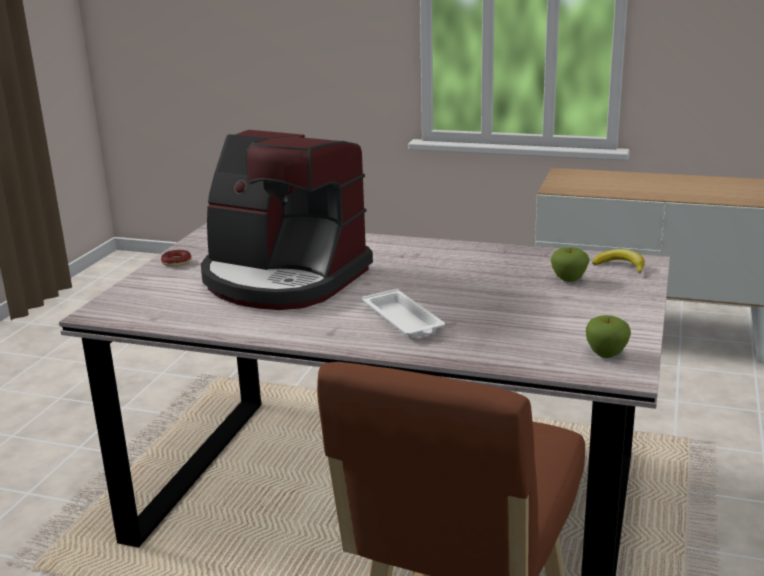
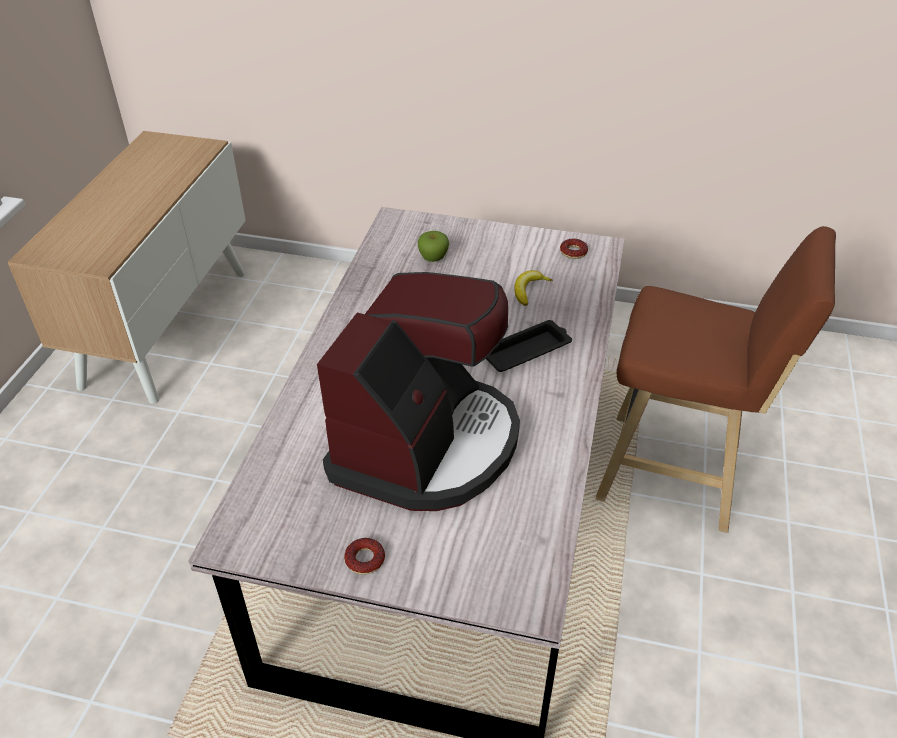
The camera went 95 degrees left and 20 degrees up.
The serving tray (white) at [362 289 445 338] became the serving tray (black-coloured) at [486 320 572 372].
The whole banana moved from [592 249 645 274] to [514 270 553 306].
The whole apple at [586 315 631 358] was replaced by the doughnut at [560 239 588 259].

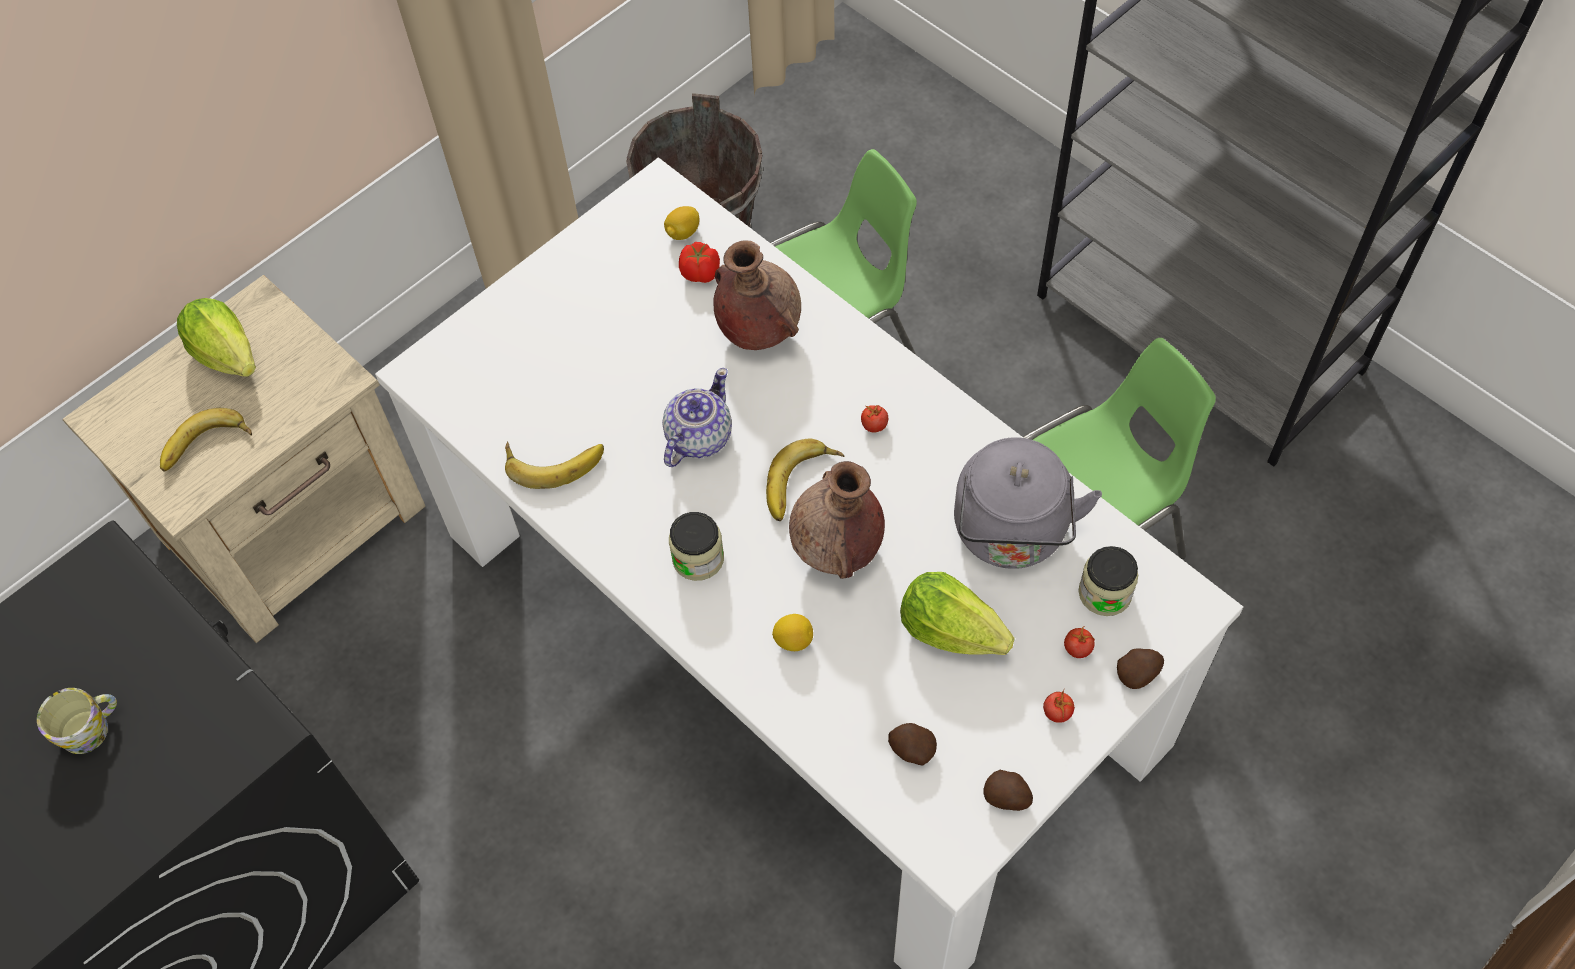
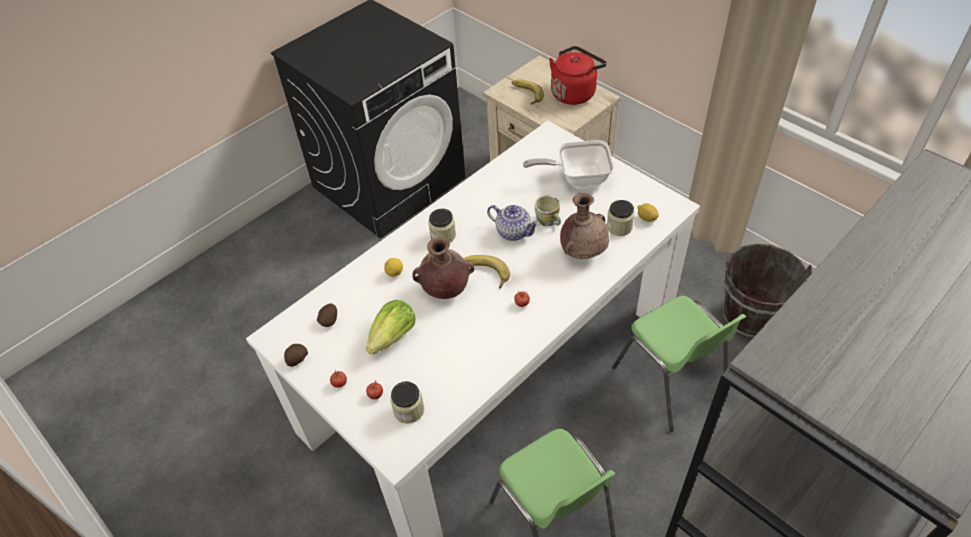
The camera went 90 degrees right and 10 degrees down.
The frying pan at [523 140 614 187] appeared.
The tea mug moved from [37 688 117 754] to [535 195 561 226].
The head of lettuce at [177 298 256 377] was replaced by the kettle (red-coloured) at [549 46 607 105].
The whole tomato at [679 242 720 283] was replaced by the storage jar at [606 200 635 236].
The whole banana at [505 441 604 489] disappeared.
The kettle (greyish) at [954 437 1102 569] disappeared.
The potato at [1117 648 1164 689] disappeared.

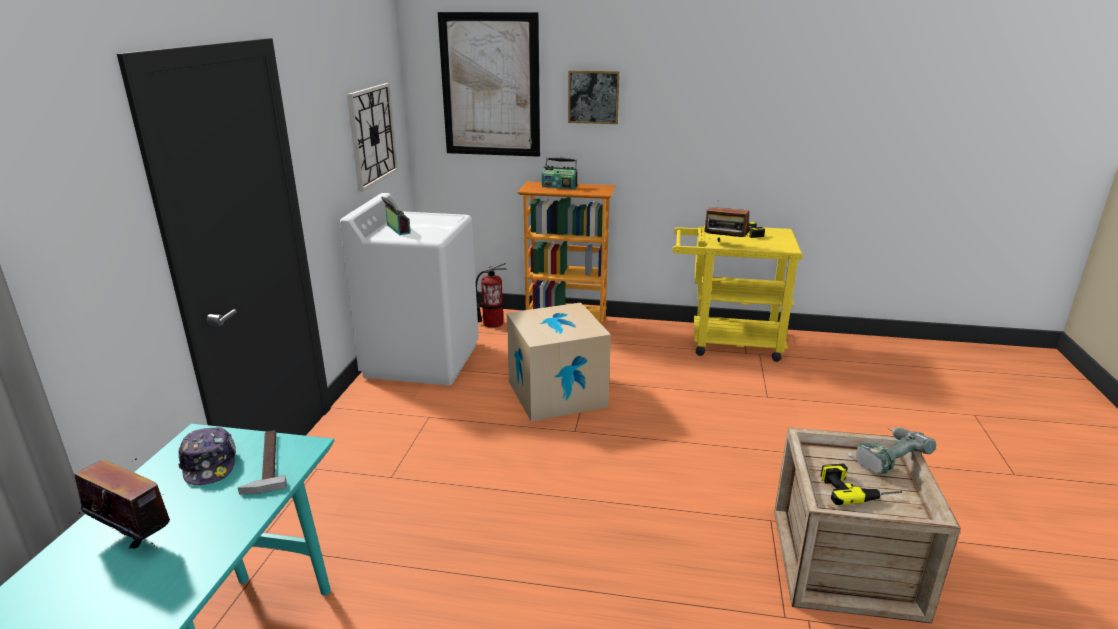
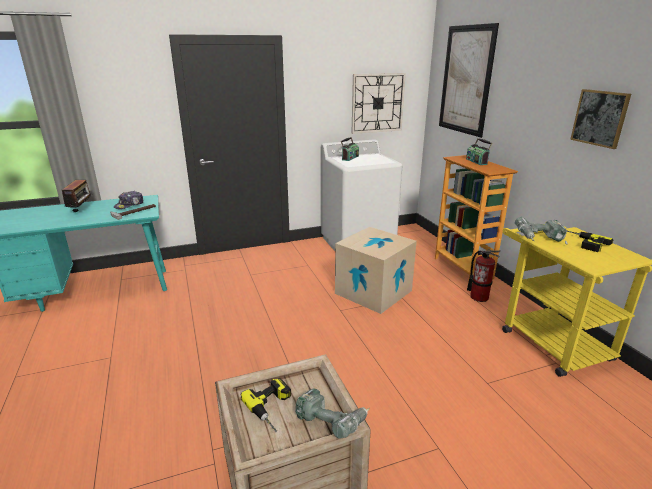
The camera went 60 degrees right and 0 degrees up.
The extinguisher moved from [476 262 507 328] to [467 249 500 302].
The radio at [704 200 750 242] was replaced by the electric drill at [515 217 568 244].
The picture moved from [568 71 620 124] to [570 89 631 149].

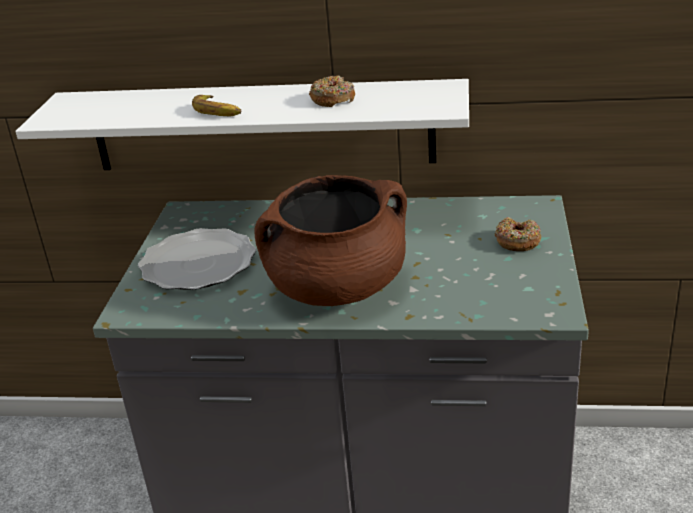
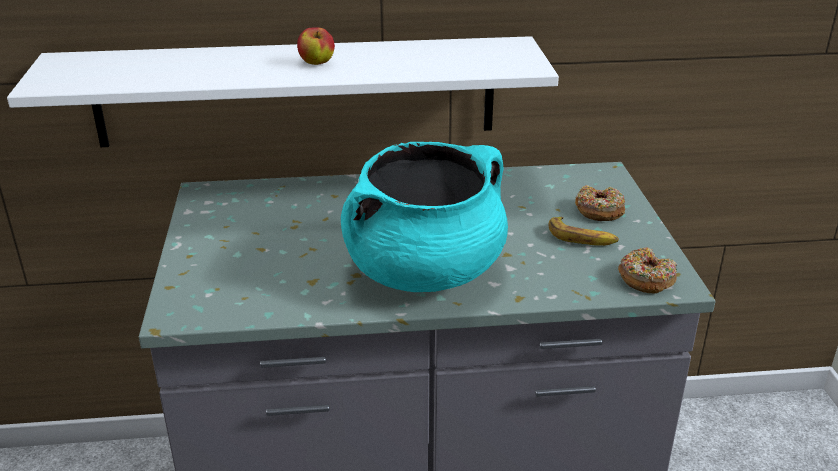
The camera went 15 degrees left and 0 degrees up.
The whole apple at [297 27 335 65] appeared.
The stockpot (brown-coloured) at [255 175 407 306] became the stockpot (blue-green) at [341 142 508 292].
The whole banana moved from [192 95 241 116] to [548 217 619 246].
The doughnut moved from [309 75 355 107] to [618 247 677 293].
The flat dish at [138 228 256 290] disappeared.

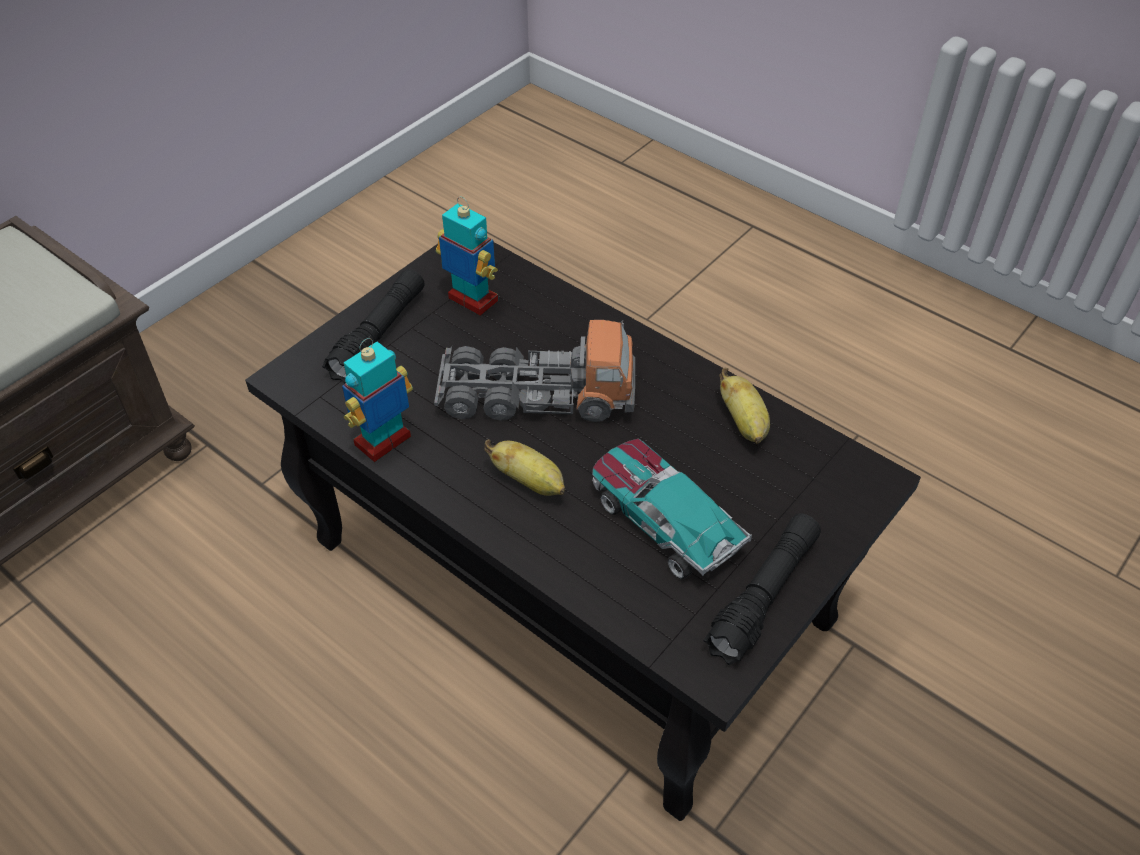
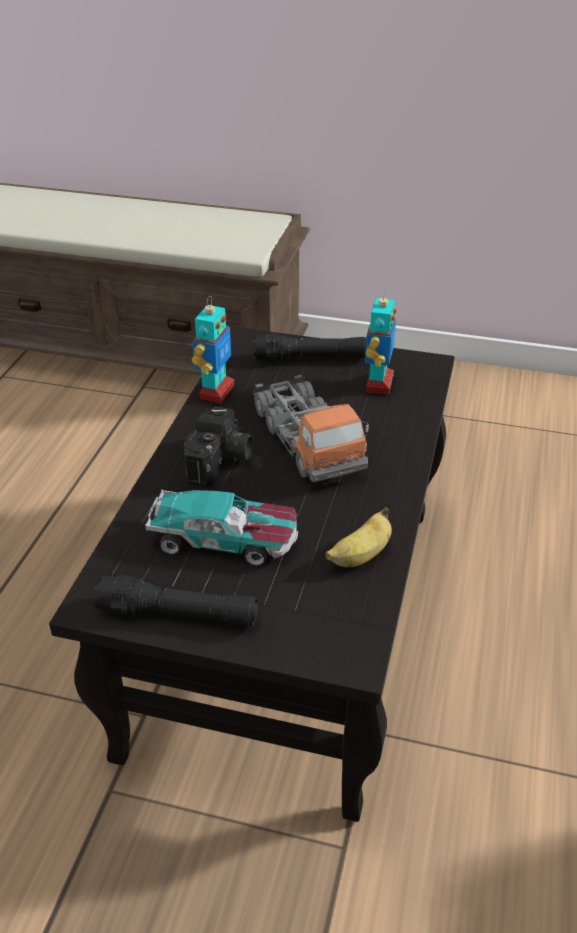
The camera went 65 degrees right and 10 degrees down.
The toy car at [592 439 752 580] turned 75 degrees clockwise.
The whole banana at [485 439 565 496] was replaced by the photo camera at [183 406 253 488].
The model robot at [342 338 413 462] turned 90 degrees clockwise.

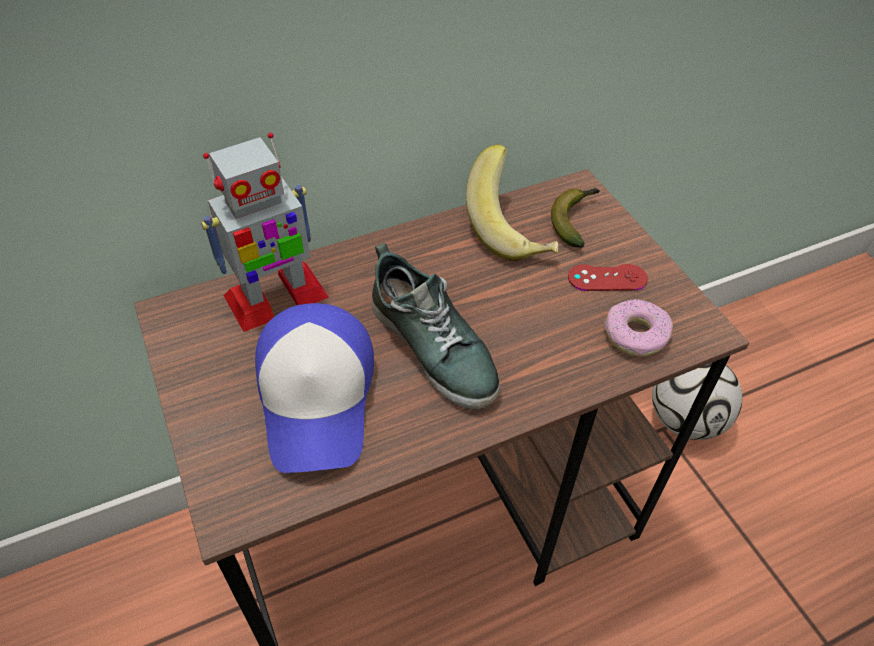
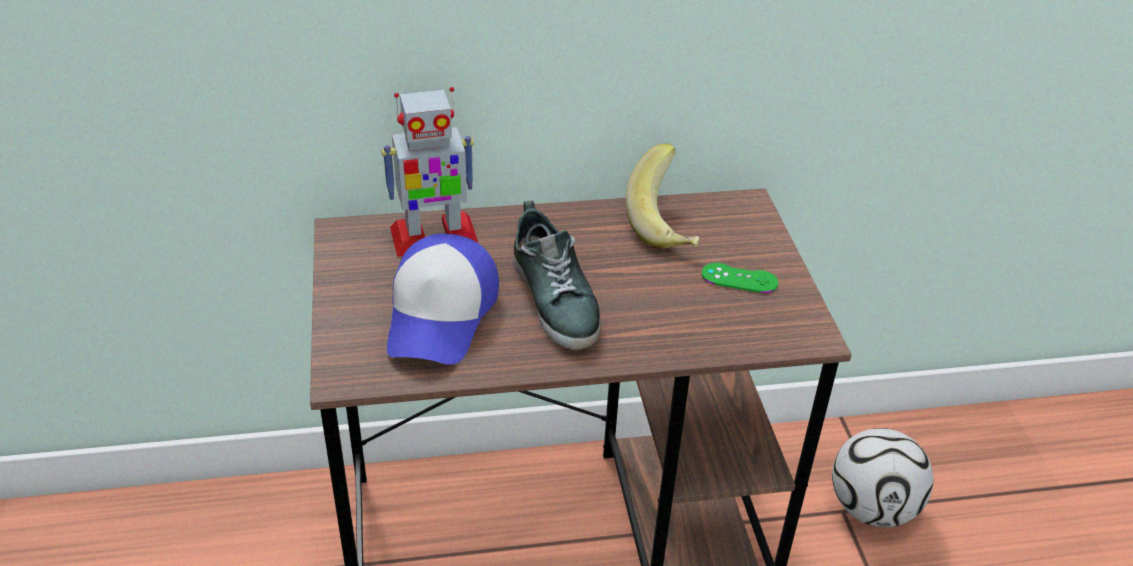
The camera went 15 degrees right and 10 degrees down.
The gamepad (red-coloured) at [568 264 648 291] became the gamepad (green-coloured) at [702 263 778 293].
The whole banana at [551 188 600 248] disappeared.
The doughnut at [604 299 673 357] disappeared.

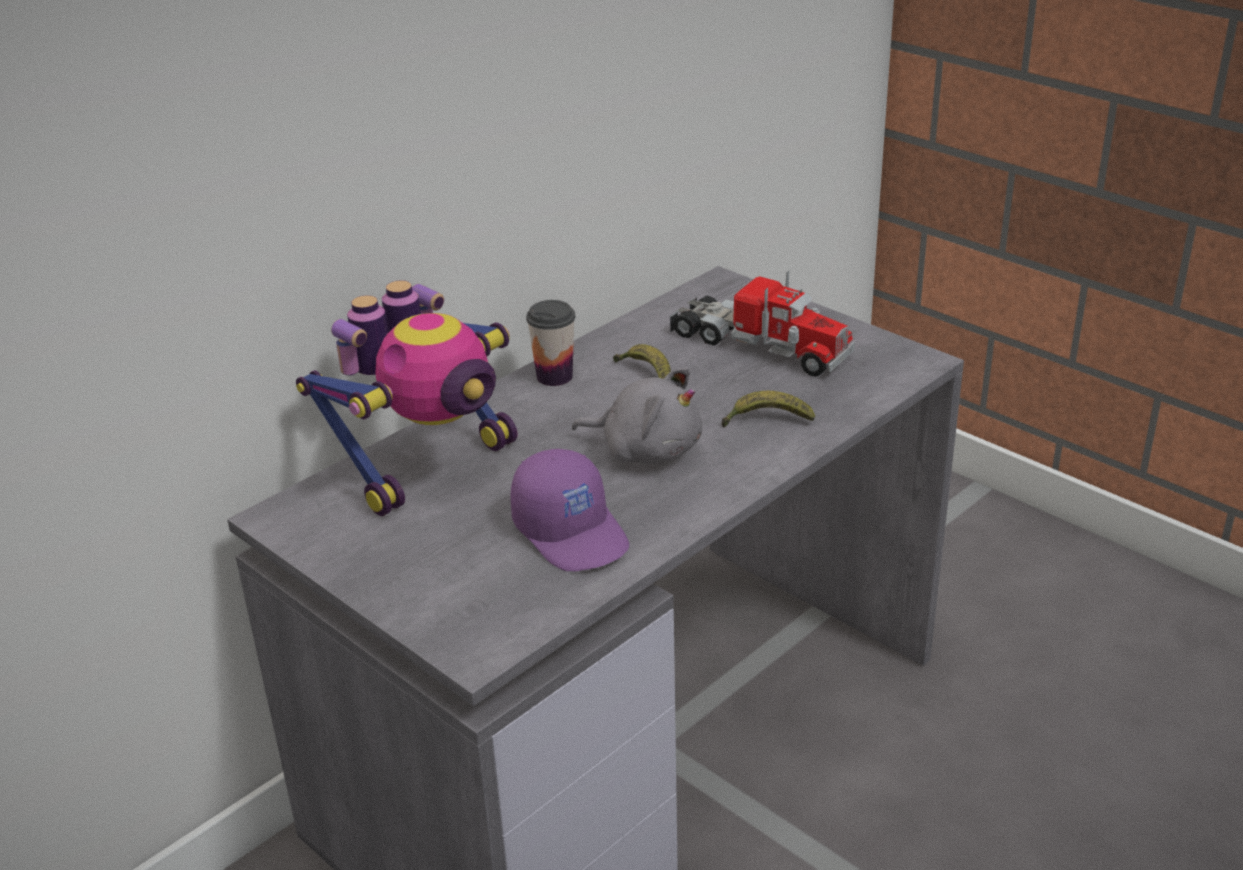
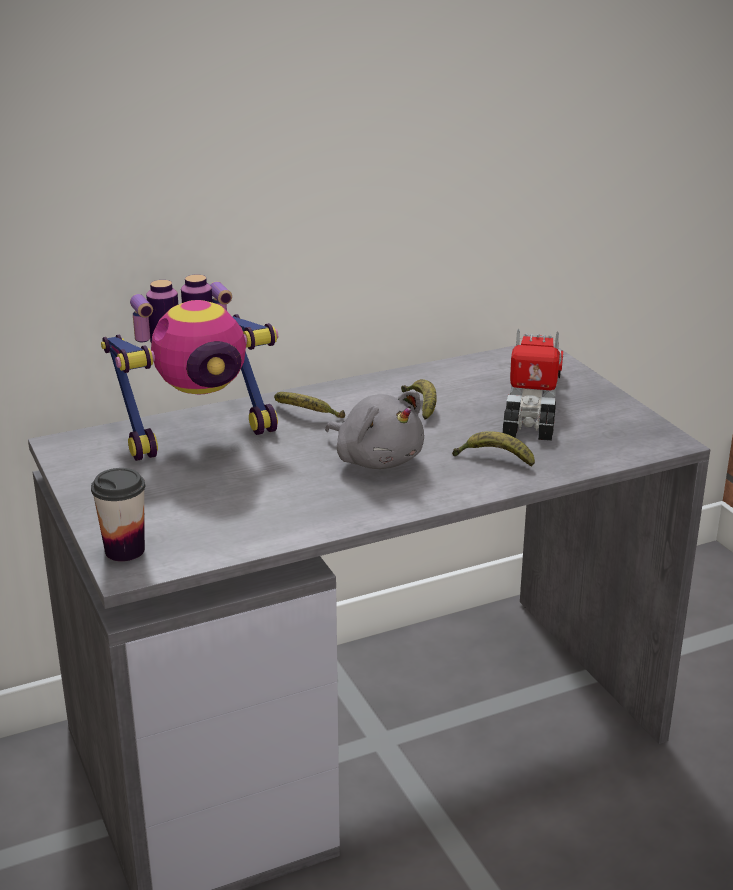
The camera went 20 degrees right and 5 degrees down.
The small cup moved from [526 300 575 386] to [91 468 145 562].
The whole banana at [274 392 345 418] appeared.
The toy lorry at [670 271 855 376] turned 135 degrees counterclockwise.
The baseball cap (purple-coloured) at [510 449 629 571] disappeared.

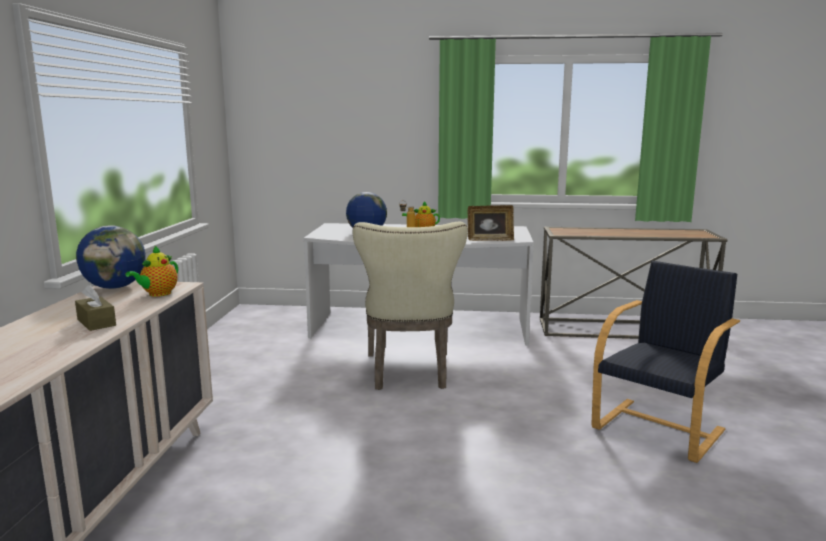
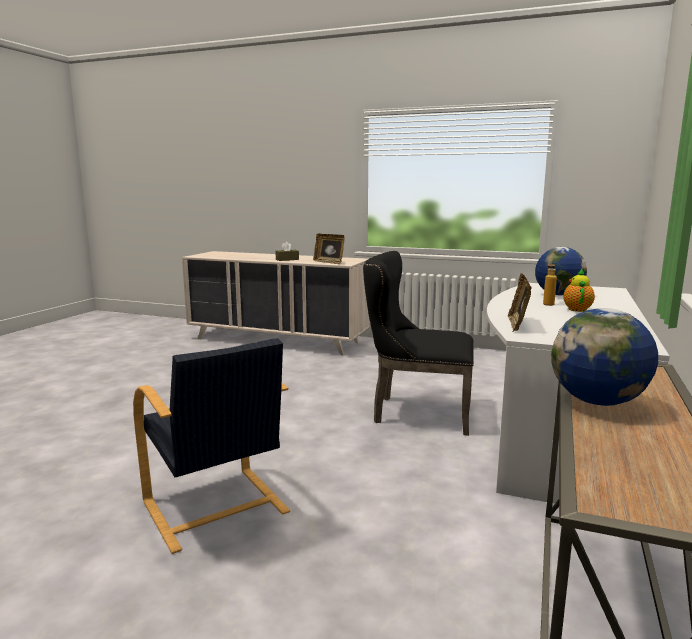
The camera went 105 degrees right and 0 degrees up.
The tea pot at [125 245 178 297] was replaced by the picture frame at [313 233 345 264].
The chair (sand-coloured) at [353 222 468 390] became the chair (black-coloured) at [363 251 474 436].
The globe moved from [76 225 146 289] to [551 308 658 406].

